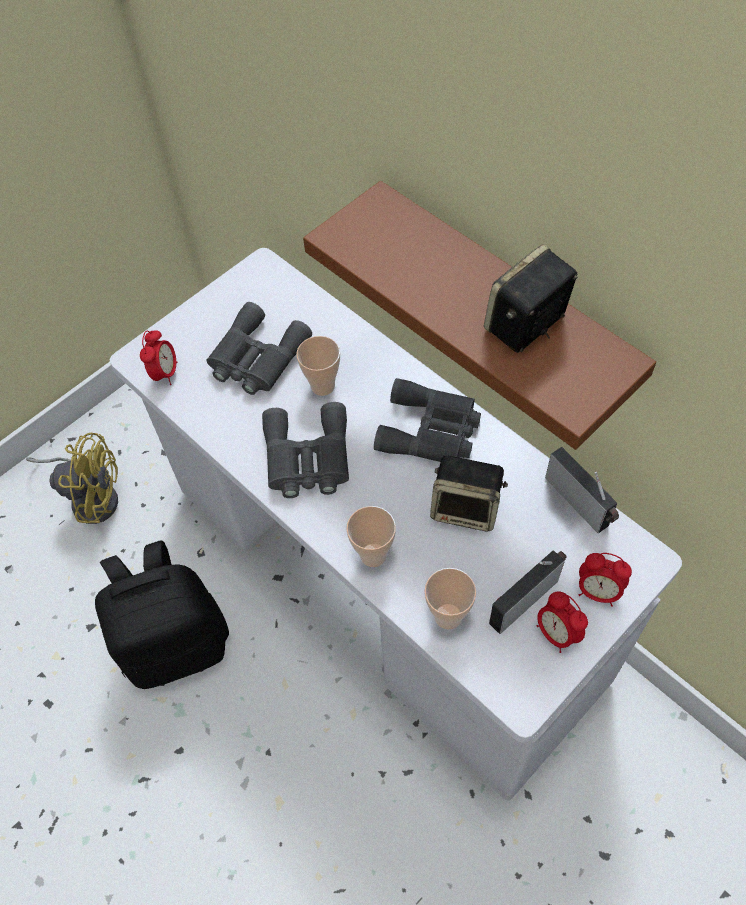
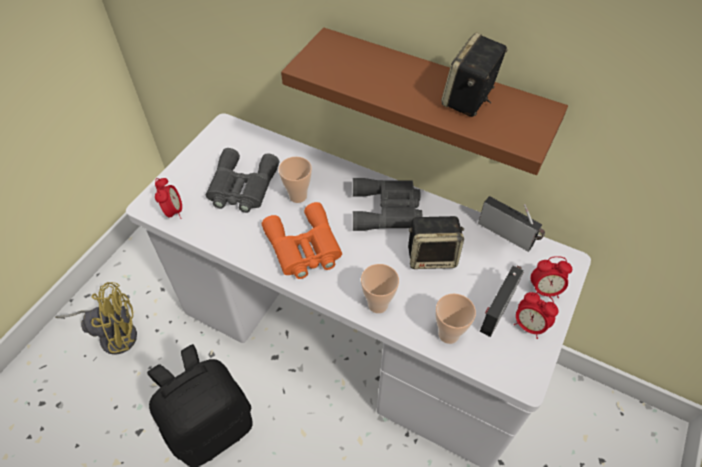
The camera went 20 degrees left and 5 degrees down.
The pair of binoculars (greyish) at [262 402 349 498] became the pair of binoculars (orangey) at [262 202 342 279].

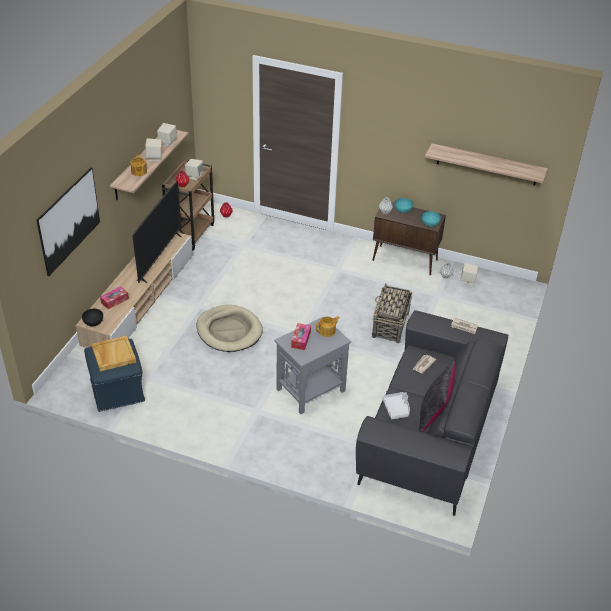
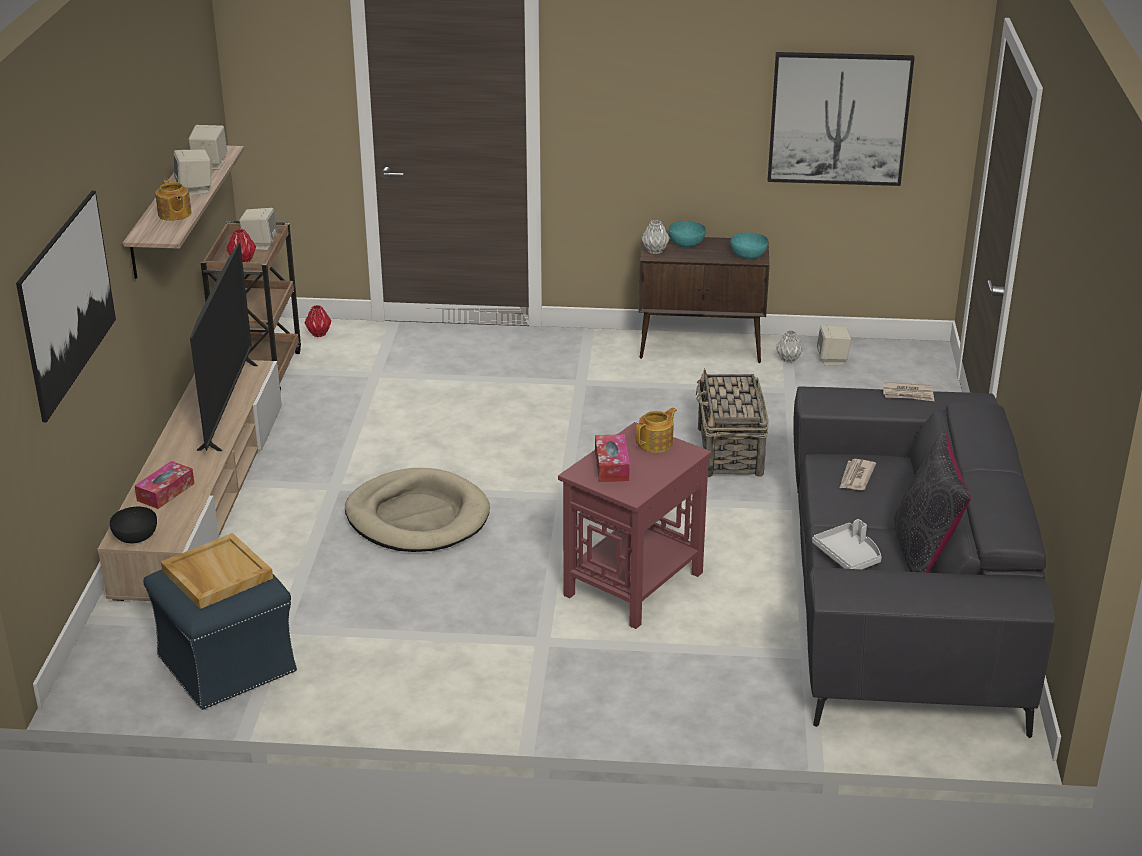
The camera went 15 degrees left and 10 degrees down.
The accent table (greyish) at [274 317 351 414] became the accent table (red-coloured) at [558 422 712 629].
The bracket shelf at [425 143 548 185] was replaced by the picture at [768 52 915 186].

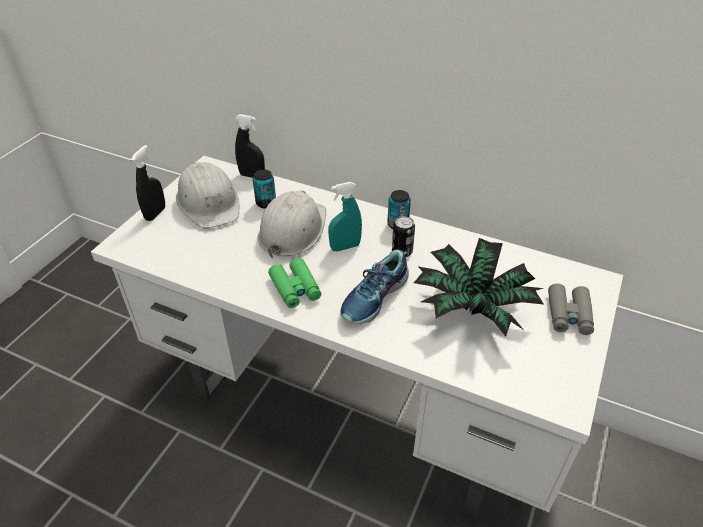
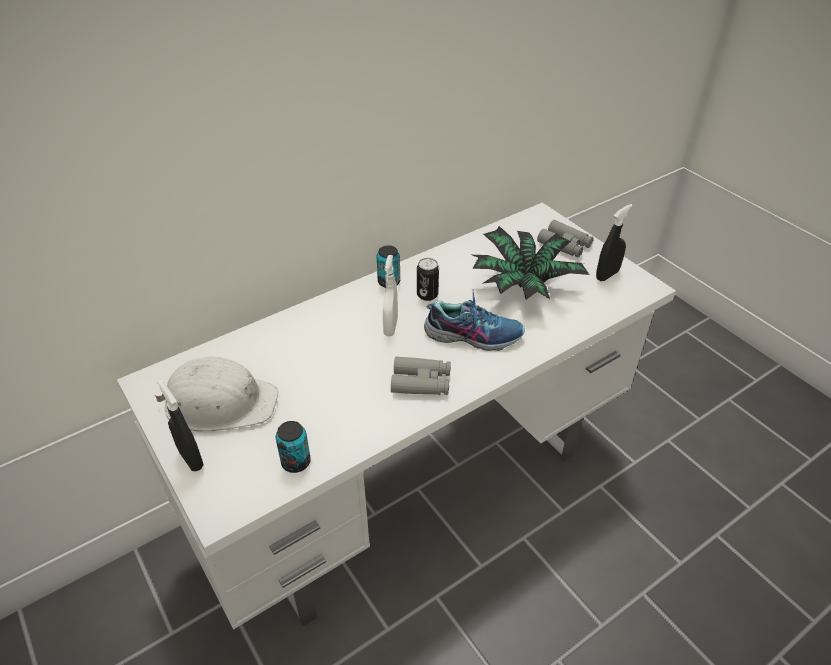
The camera went 60 degrees left and 0 degrees up.
The can moved from [253 169 276 208] to [276 421 311 473].
The sprayer (blue-green) at [328 182 362 252] became the sprayer (white) at [383 255 398 336].
The pair of binoculars (green-coloured) at [268 258 321 308] became the pair of binoculars (greyish) at [391 357 451 395].
The low shoe at [340 249 409 324] turned 60 degrees counterclockwise.
The sprayer (black-coloured) moved from [235 114 265 178] to [596 204 633 281].
The safety helmet (white) at [258 191 326 259] disappeared.

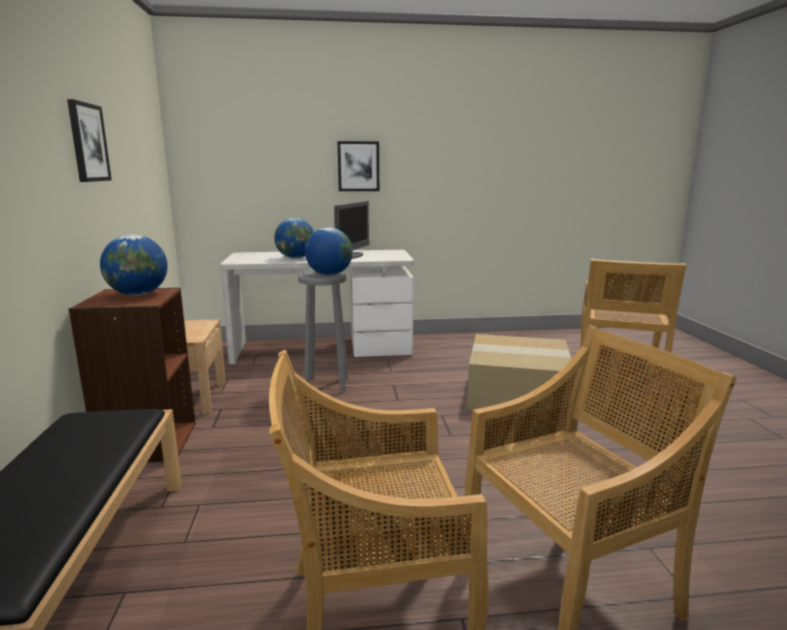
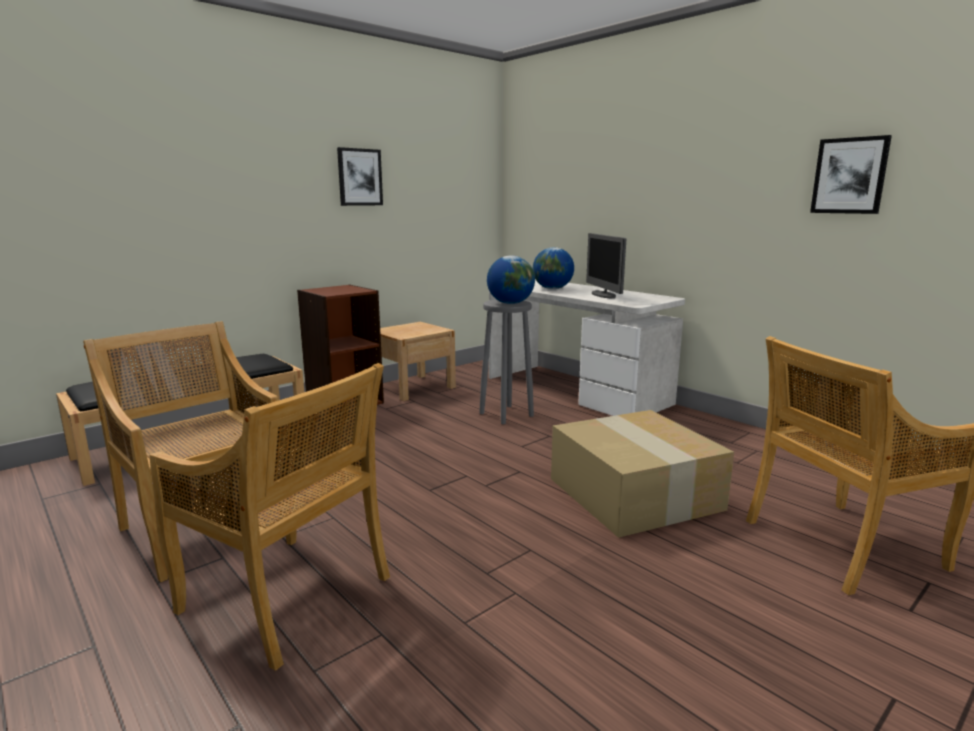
The camera went 55 degrees right and 0 degrees up.
The computer screen at [334 201 369 259] turned 90 degrees clockwise.
The picture moved from [337 141 379 191] to [810 135 892 214].
The globe at [100 234 168 296] disappeared.

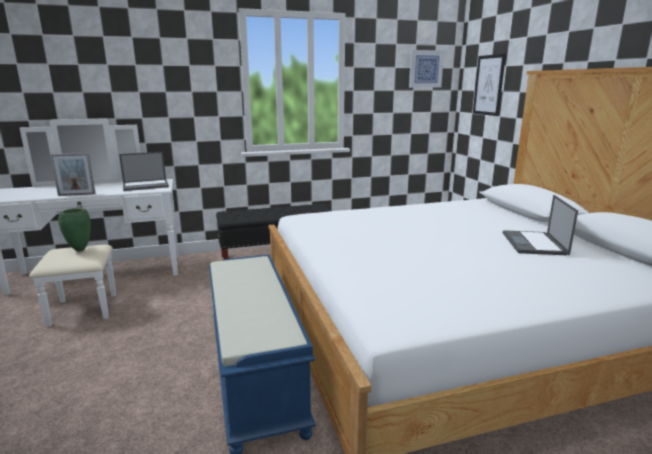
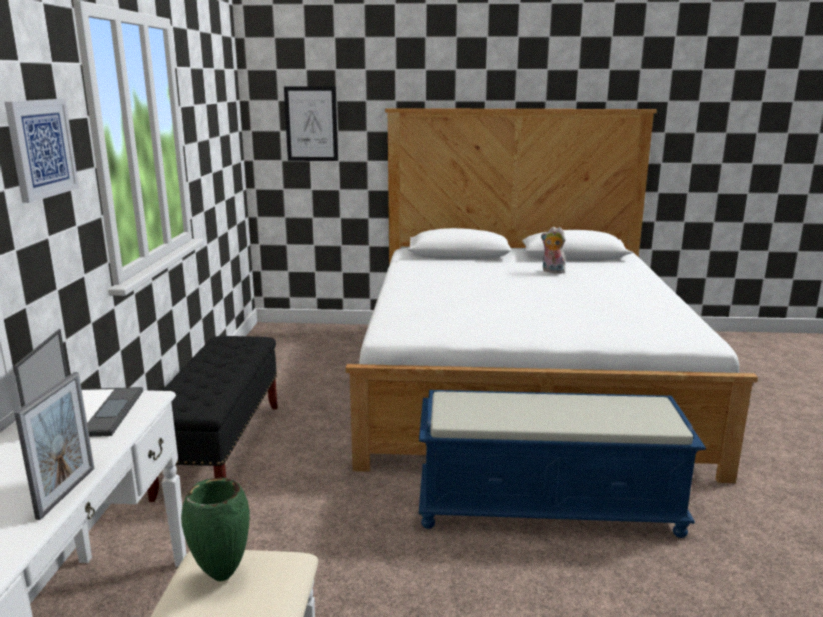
The camera went 70 degrees left and 0 degrees up.
The picture moved from [409 50 444 88] to [5 99 79 203].
The portable computer at [503 195 578 256] was replaced by the soft toy at [541 227 566 274].

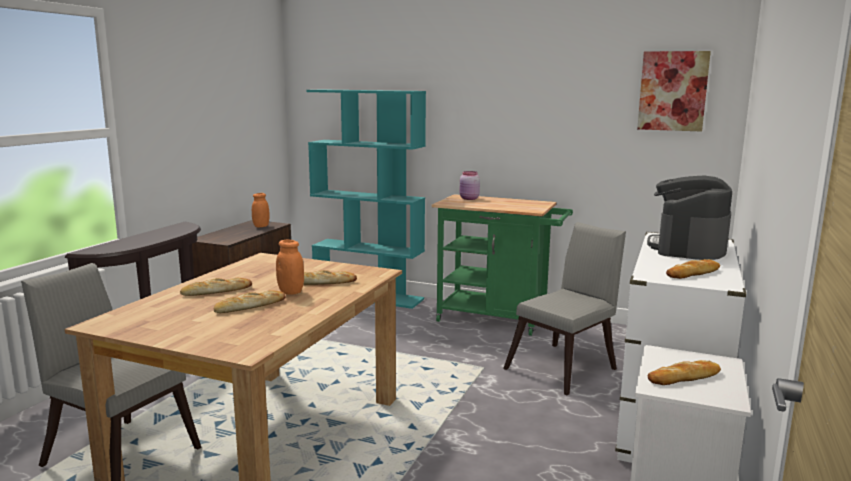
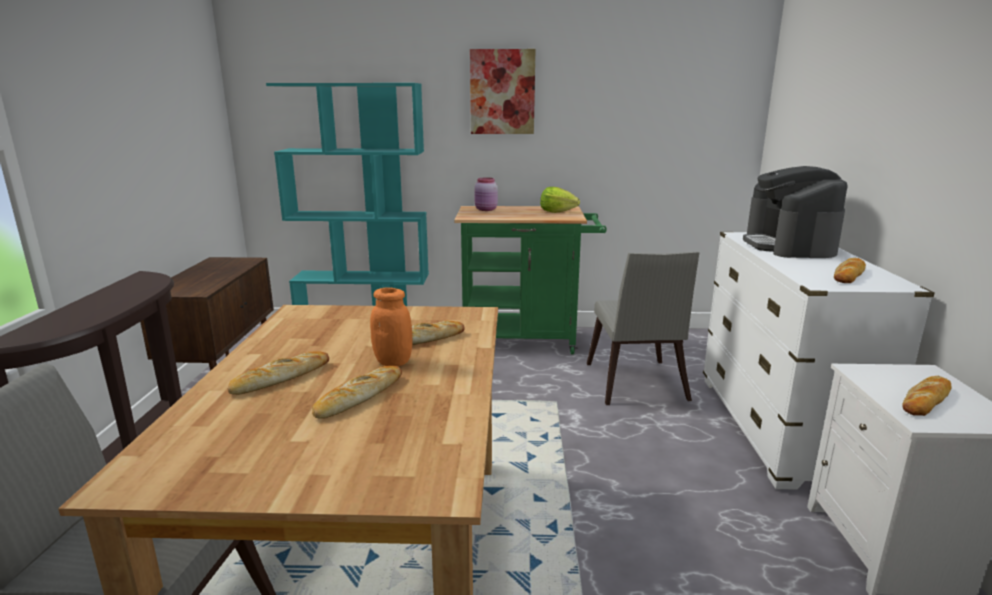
The camera went 20 degrees left and 5 degrees up.
The picture moved from [637 51 711 132] to [470 49 535 134].
The head of lettuce at [540 187 580 213] appeared.
The chair (greyish) at [503 222 626 395] turned 150 degrees clockwise.
The storage jar (orangey) at [252 193 269 228] disappeared.

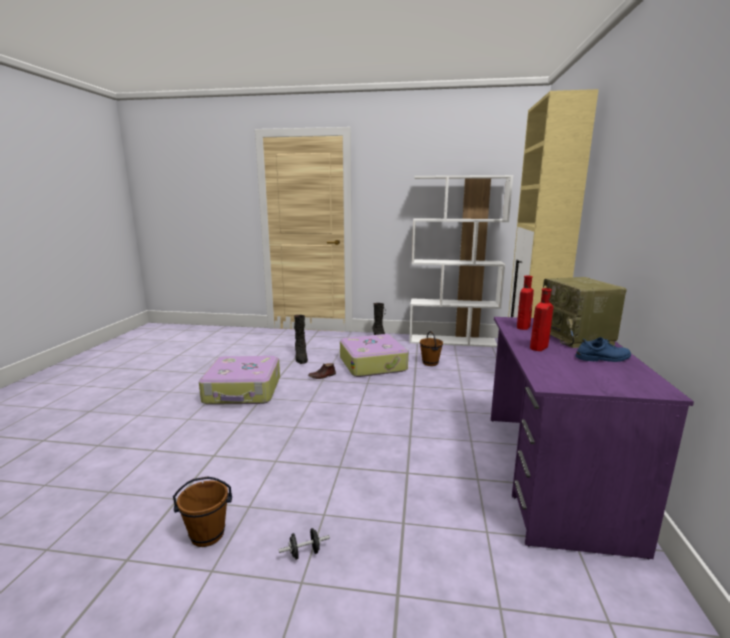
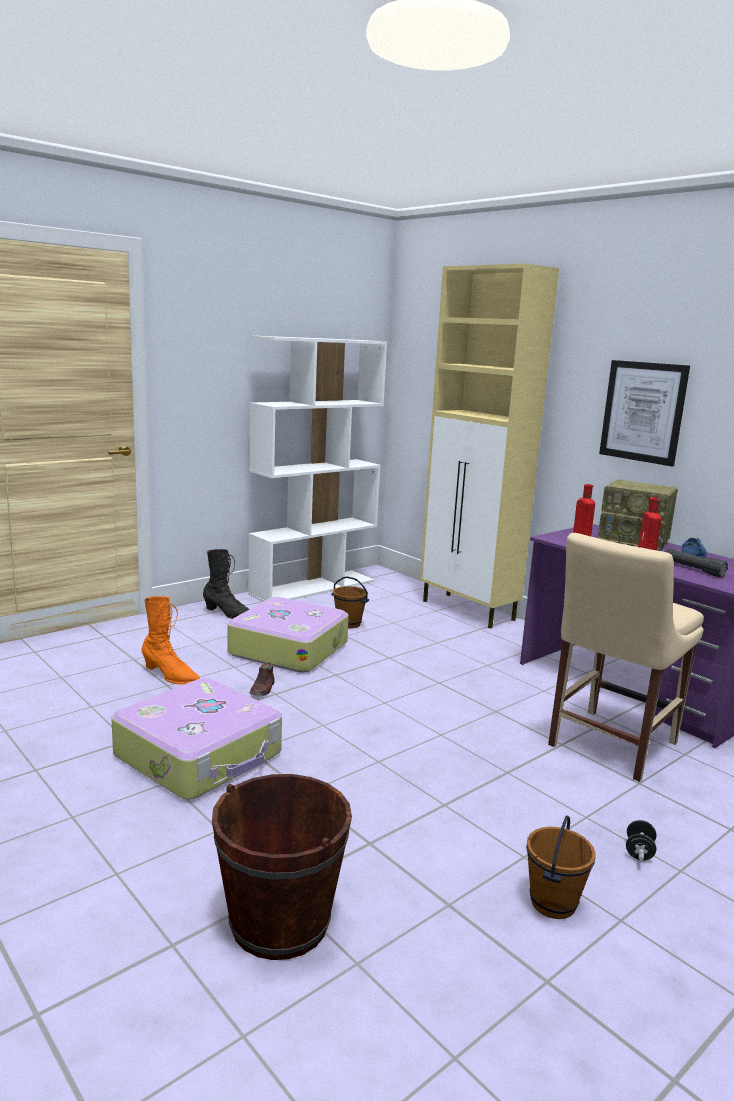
The camera went 50 degrees left and 0 degrees up.
The boot (black-coloured) at [294 315 308 364] became the boot (orangey) at [142 596 200 684].
The pail (brown-coloured) at [212 774 352 960] appeared.
The chair (sand-coloured) at [548 533 704 782] appeared.
The picture at [599 360 690 466] appeared.
The flashlight (black-coloured) at [665 548 728 577] appeared.

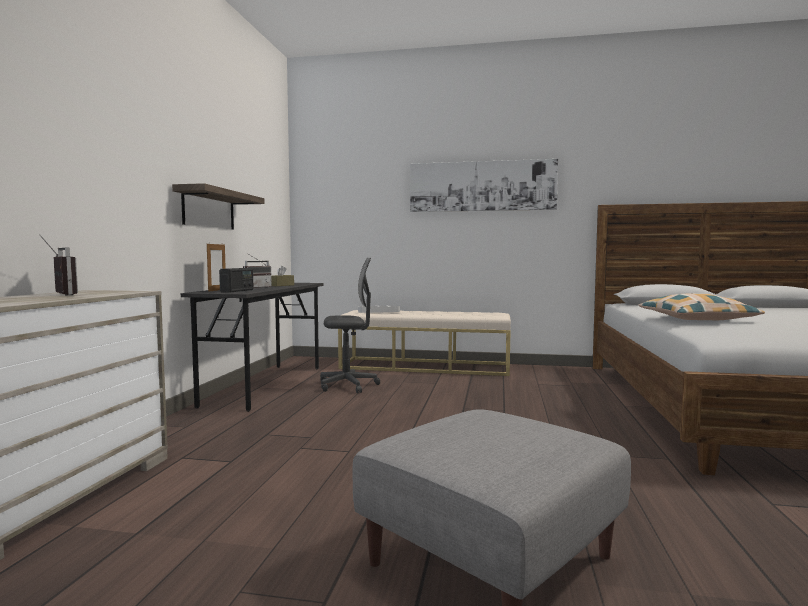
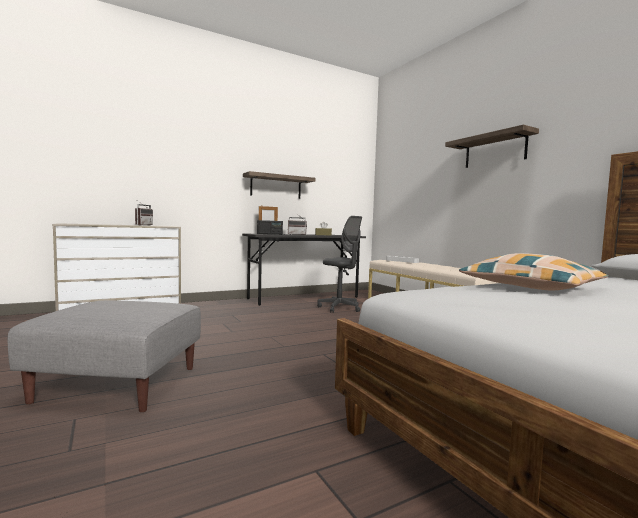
The camera went 50 degrees right and 0 degrees up.
The picture at [410 159 558 212] was replaced by the bracket shelf at [445 125 539 168].

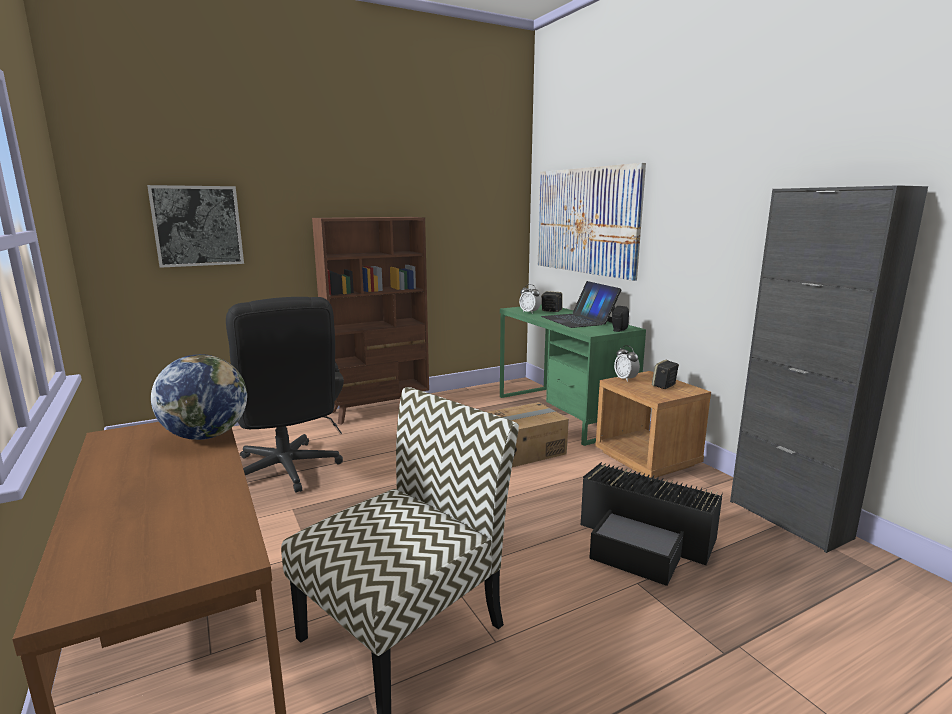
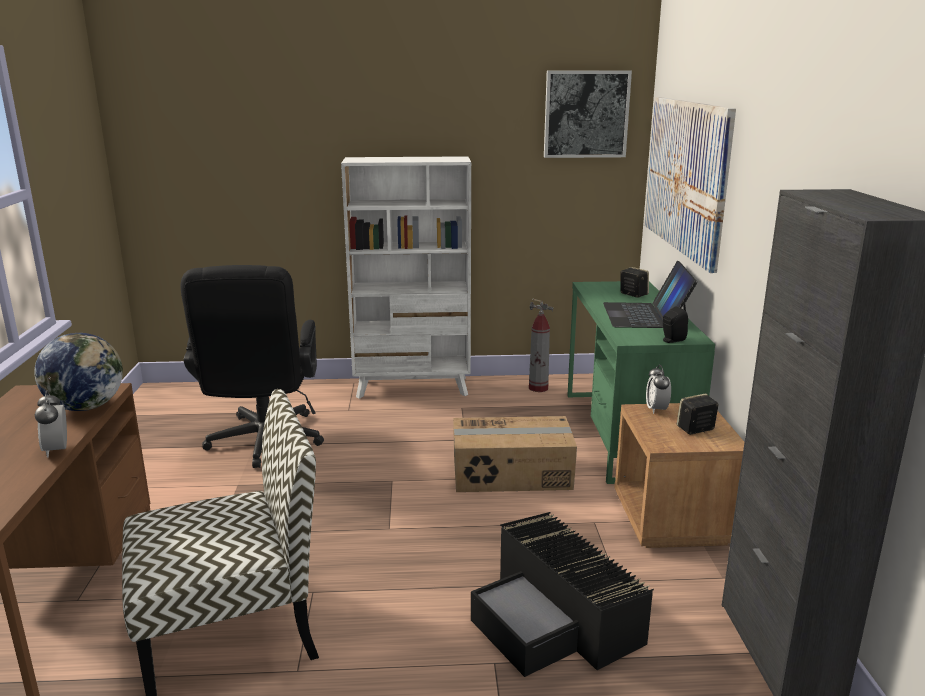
The camera went 25 degrees right and 5 degrees up.
The bedside clock moved from [519 284 541 314] to [35 390 67 457].
The bookcase (brown-coloured) at [312 217 429 425] became the bookcase (white) at [341 156 471 399].
The extinguisher at [529 299 553 392] appeared.
The picture moved from [147 185 244 268] to [544 71 632 158].

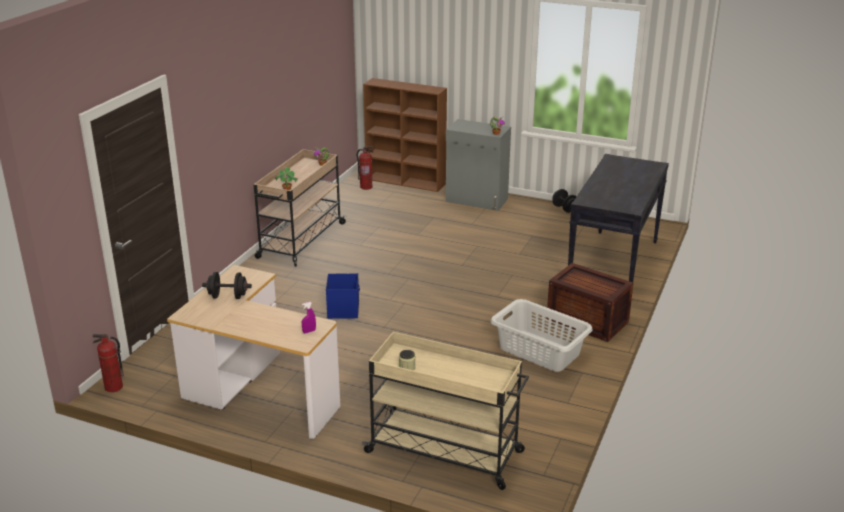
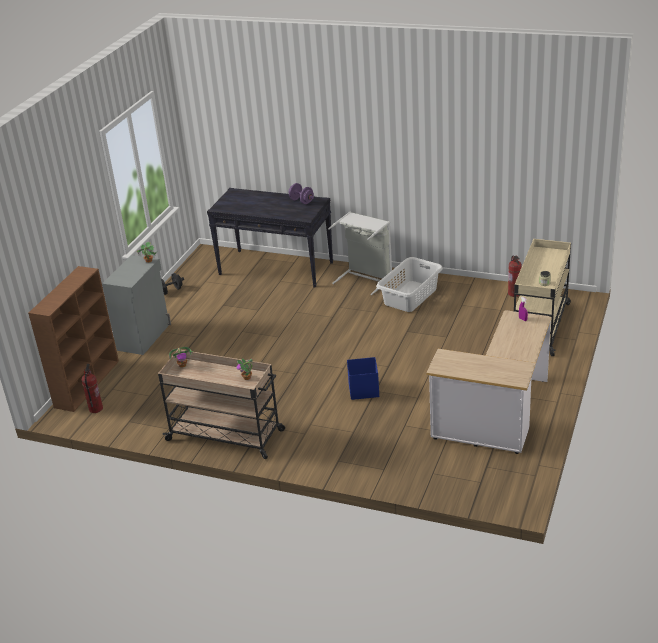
The camera went 90 degrees left and 5 degrees up.
The free weight (purple-coloured) at [289 183 314 204] appeared.
The packing crate at [547 263 633 342] was replaced by the washing basket (greyish) at [328 212 392 295].
The extinguisher moved from [93 334 124 392] to [508 255 522 297].
The free weight (black-coloured) at [202 272 252 299] disappeared.

